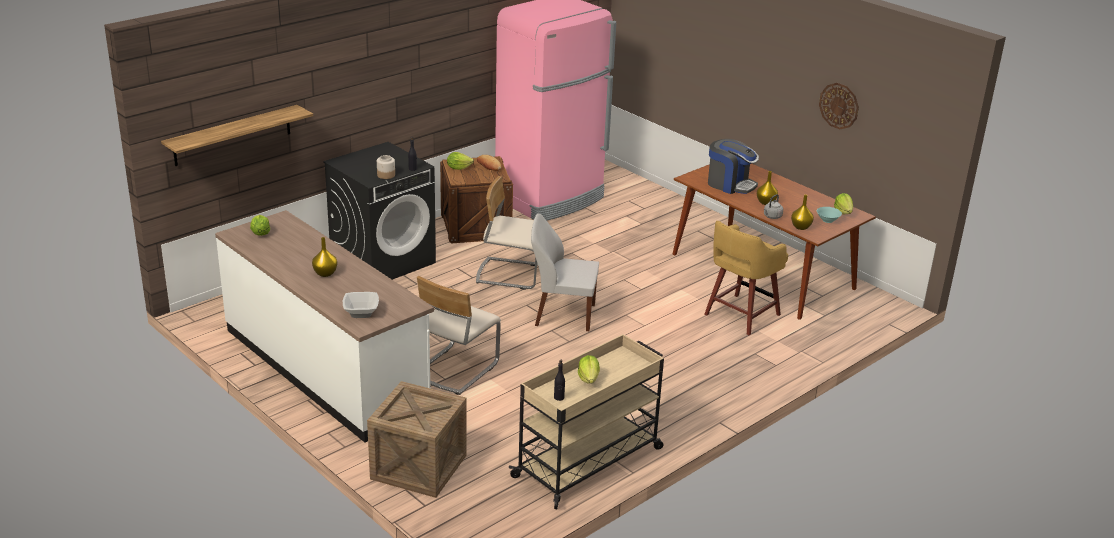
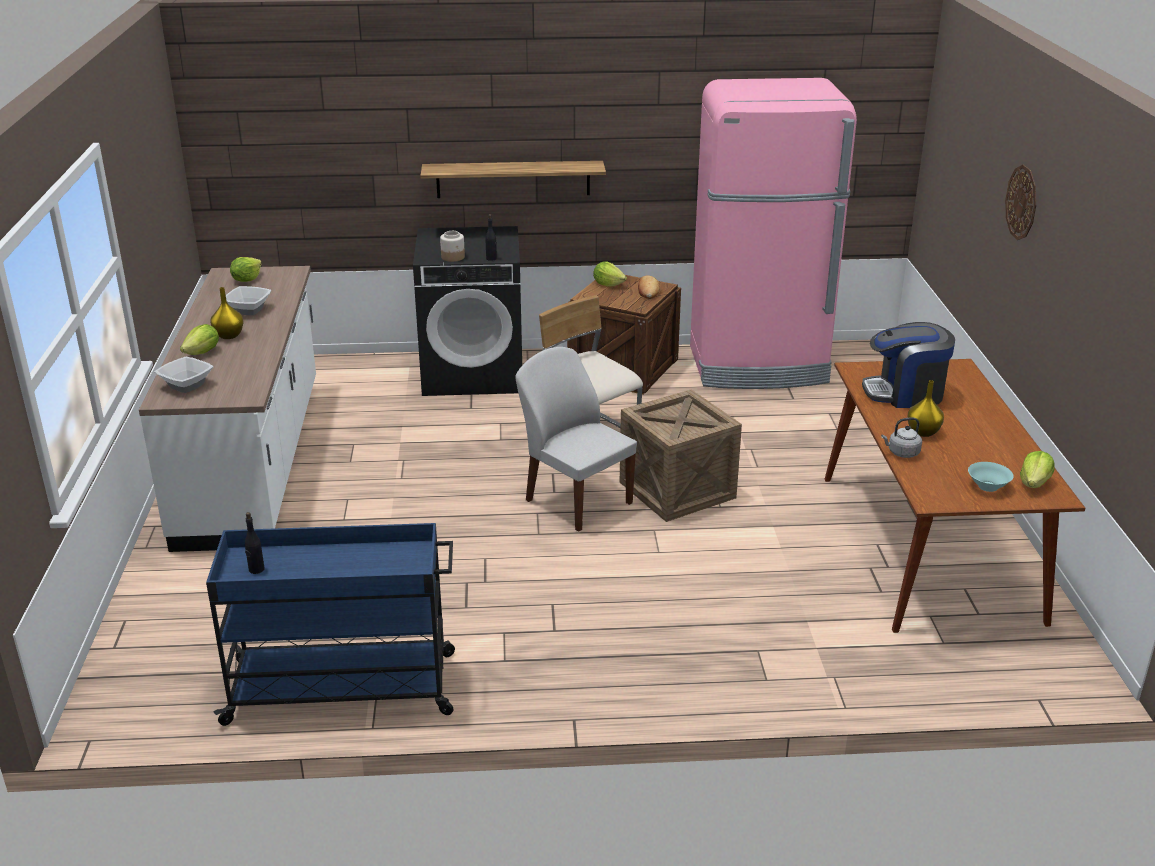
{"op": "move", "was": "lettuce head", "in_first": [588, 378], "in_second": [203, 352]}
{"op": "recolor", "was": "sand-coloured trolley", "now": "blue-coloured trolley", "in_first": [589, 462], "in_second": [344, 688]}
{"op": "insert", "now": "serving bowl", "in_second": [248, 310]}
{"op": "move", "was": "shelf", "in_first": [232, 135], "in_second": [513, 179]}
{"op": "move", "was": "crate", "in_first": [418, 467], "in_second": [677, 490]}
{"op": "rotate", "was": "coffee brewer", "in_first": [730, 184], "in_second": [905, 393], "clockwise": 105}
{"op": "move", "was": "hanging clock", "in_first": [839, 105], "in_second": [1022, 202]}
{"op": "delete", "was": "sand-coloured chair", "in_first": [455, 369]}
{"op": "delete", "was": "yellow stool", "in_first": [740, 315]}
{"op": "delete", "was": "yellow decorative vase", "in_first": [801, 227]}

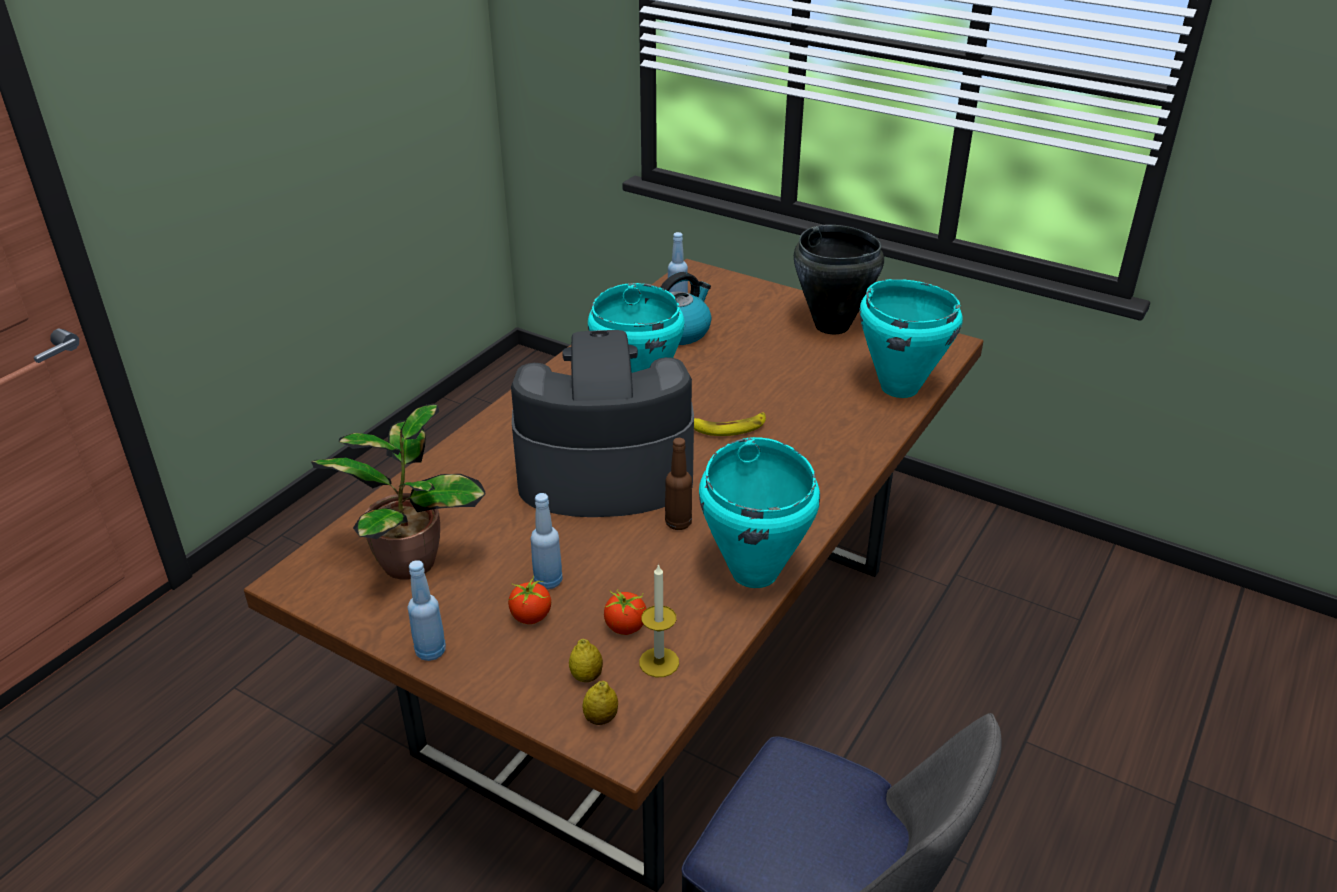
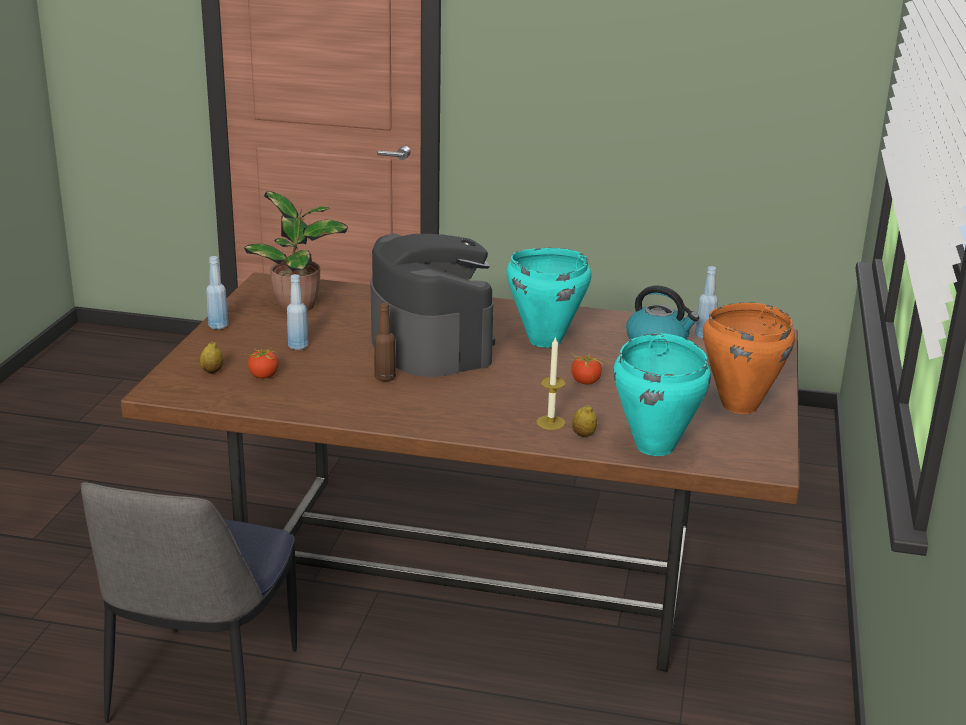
{"op": "move", "was": "wax candle", "in_first": [659, 662], "in_second": [550, 422]}
{"op": "move", "was": "tomato", "in_first": [531, 617], "in_second": [585, 382]}
{"op": "move", "was": "lemon", "in_first": [601, 718], "in_second": [583, 435]}
{"op": "recolor", "was": "black-coloured saucepot", "now": "orange-coloured saucepot", "in_first": [831, 326], "in_second": [738, 405]}
{"op": "delete", "was": "banana fruit", "in_first": [728, 427]}
{"op": "delete", "was": "blue-green saucepot", "in_first": [755, 572]}

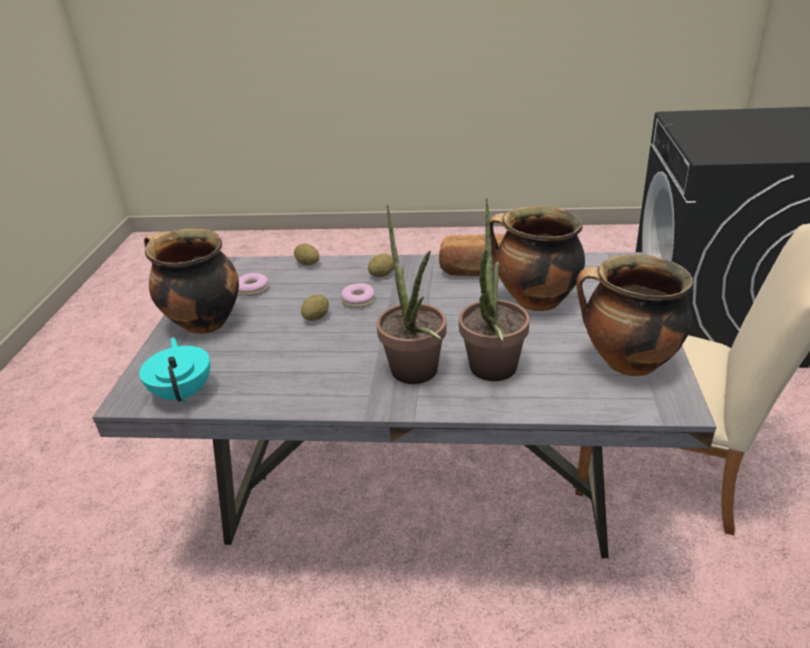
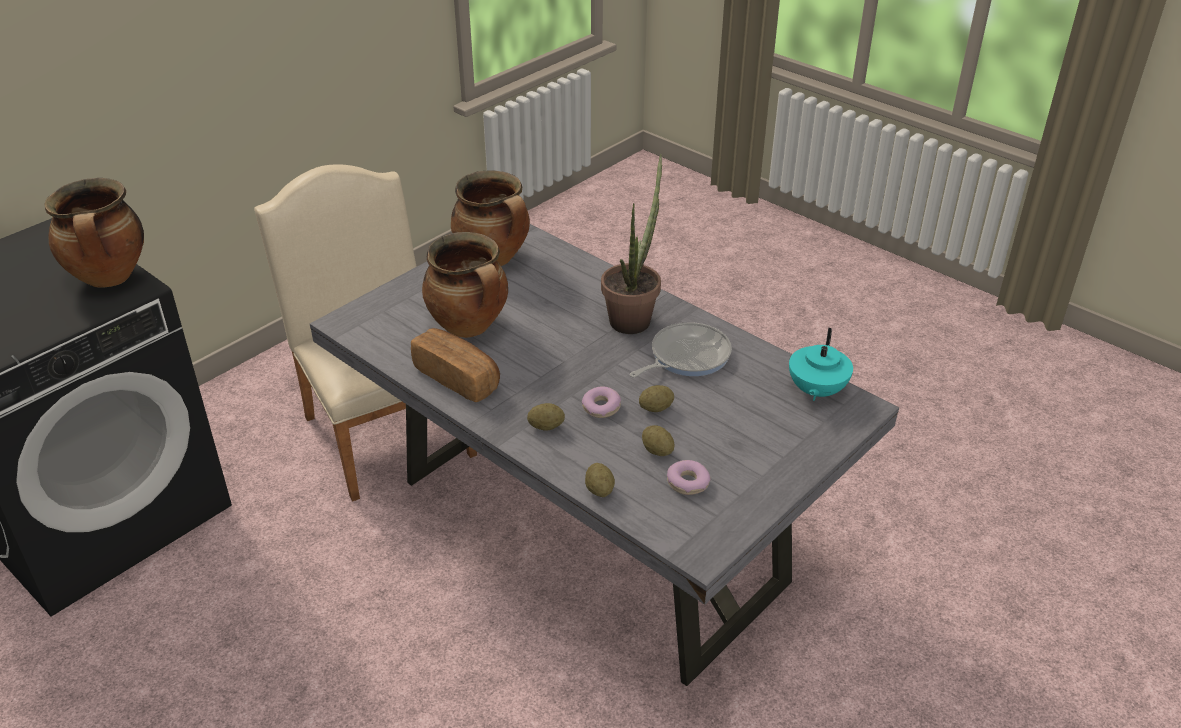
{"op": "move", "was": "saucepot", "in_first": [202, 323], "in_second": [110, 278]}
{"op": "insert", "now": "frying pan", "in_second": [686, 356]}
{"op": "insert", "now": "spud", "in_second": [657, 451]}
{"op": "delete", "was": "plant in a pot", "in_first": [492, 374]}

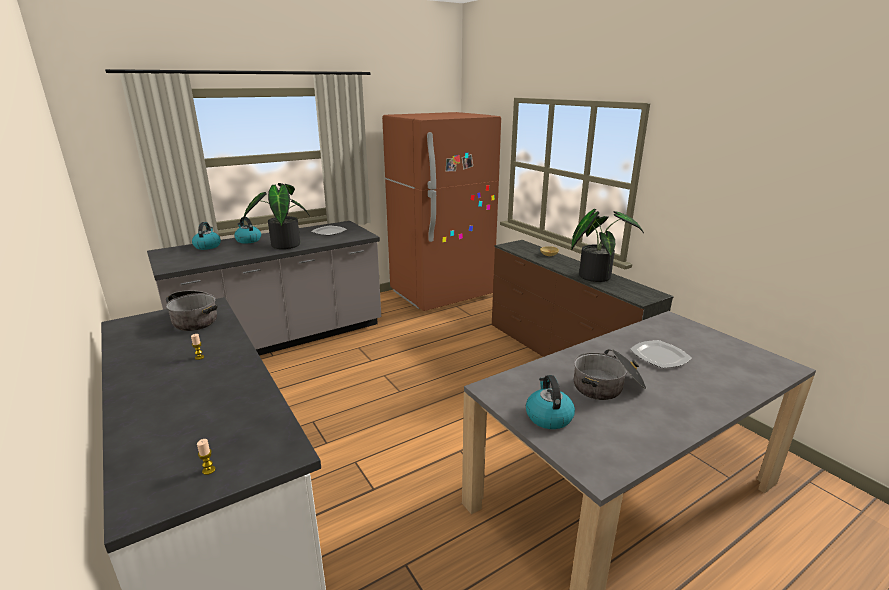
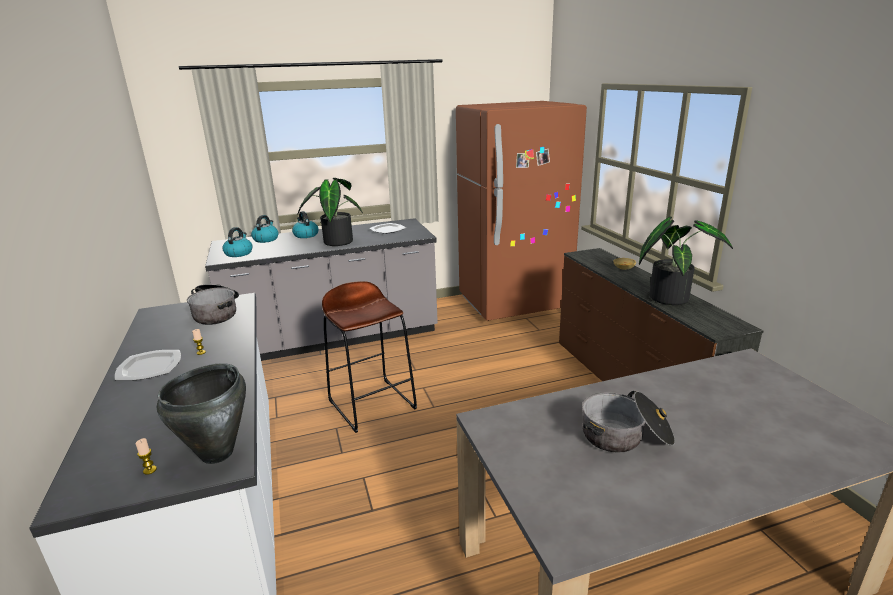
{"op": "move", "was": "plate", "in_first": [659, 355], "in_second": [150, 367]}
{"op": "insert", "now": "black-coloured saucepot", "in_second": [218, 453]}
{"op": "move", "was": "tea kettle", "in_first": [548, 416], "in_second": [239, 253]}
{"op": "insert", "now": "brown stool", "in_second": [372, 404]}

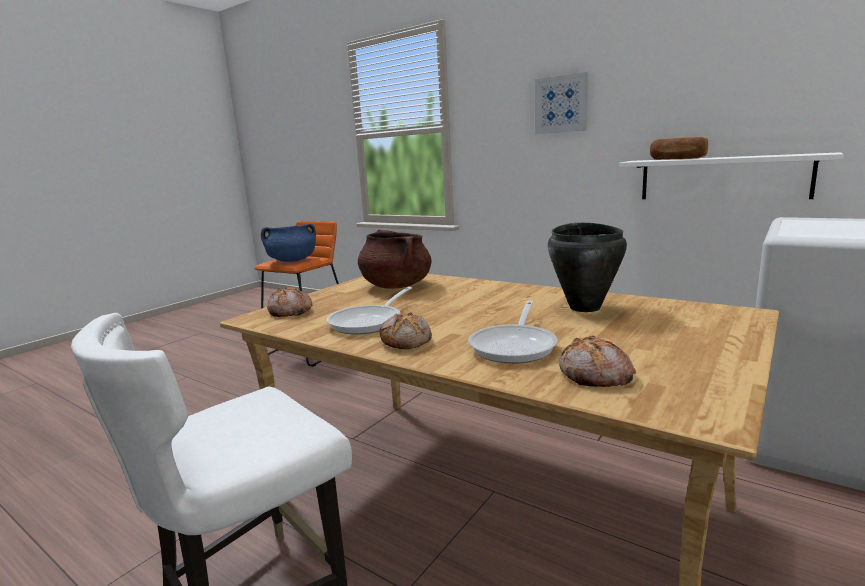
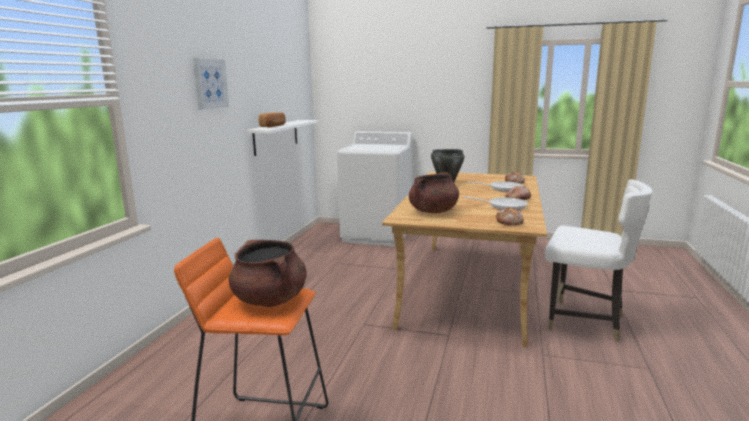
{"op": "recolor", "was": "blue-coloured saucepot", "now": "brown saucepot", "in_first": [292, 260], "in_second": [270, 300]}

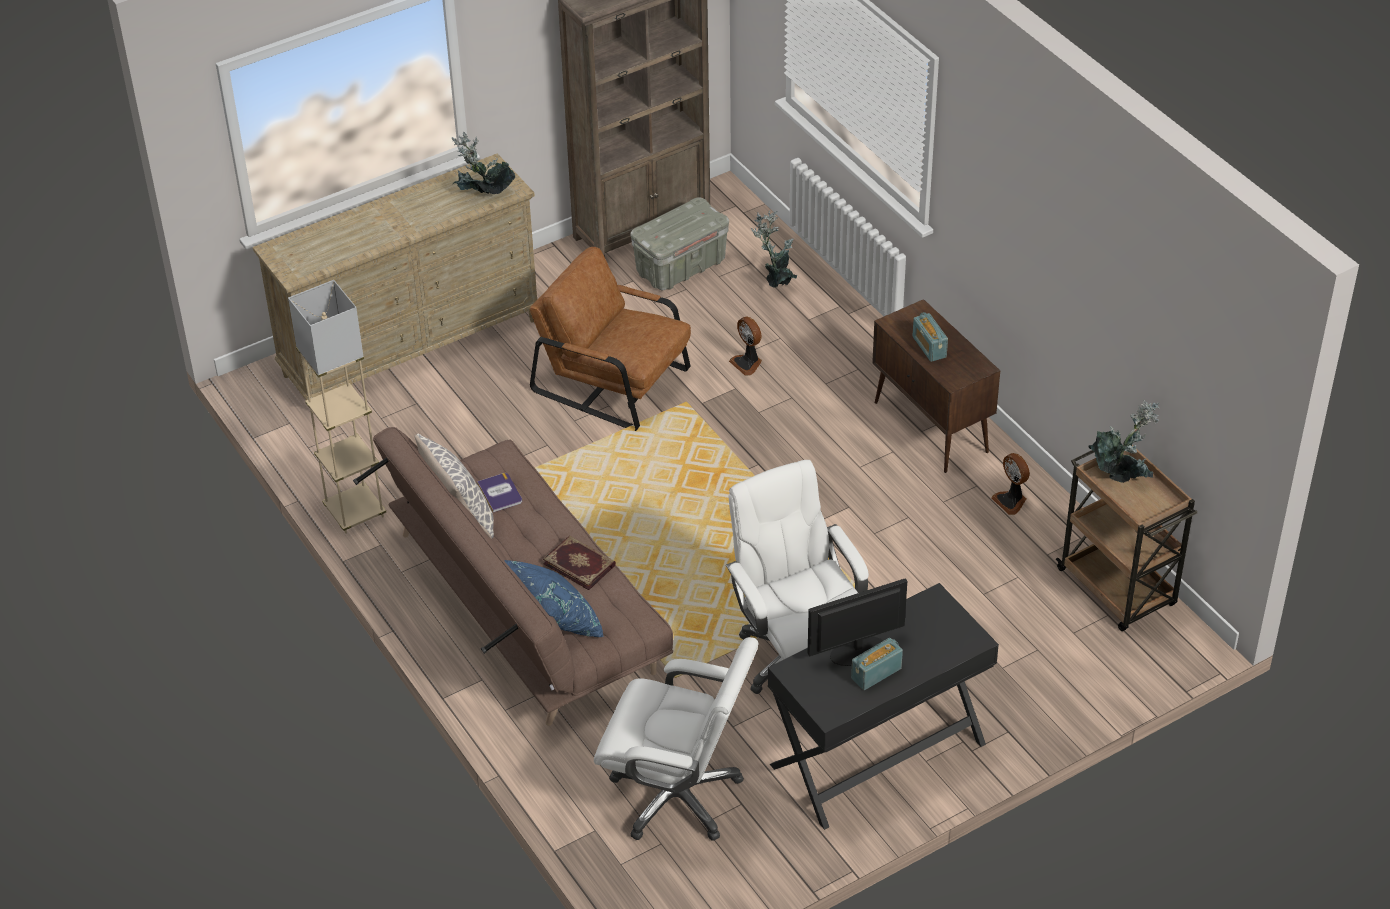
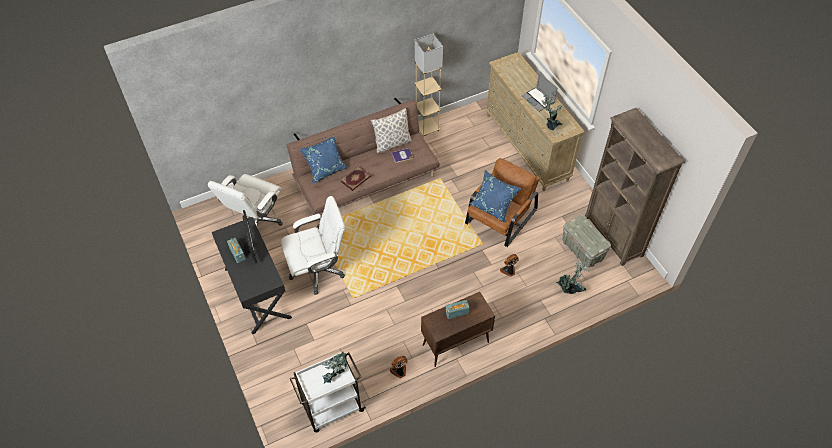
{"op": "recolor", "was": "brown trolley", "now": "whitish trolley", "in_first": [1118, 589], "in_second": [332, 408]}
{"op": "insert", "now": "blue-coloured pillow", "in_second": [493, 207]}
{"op": "insert", "now": "notebook computer", "in_second": [538, 100]}

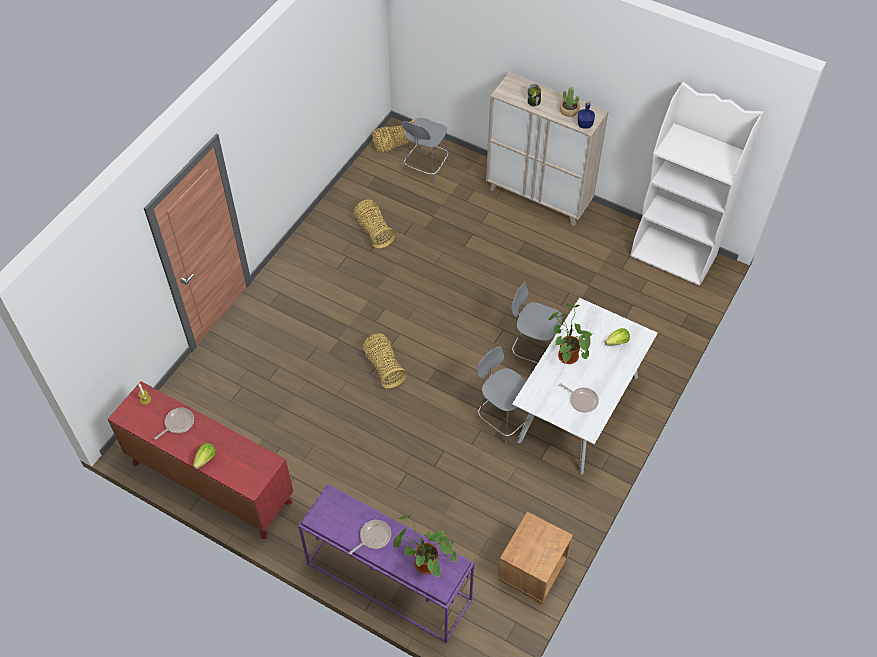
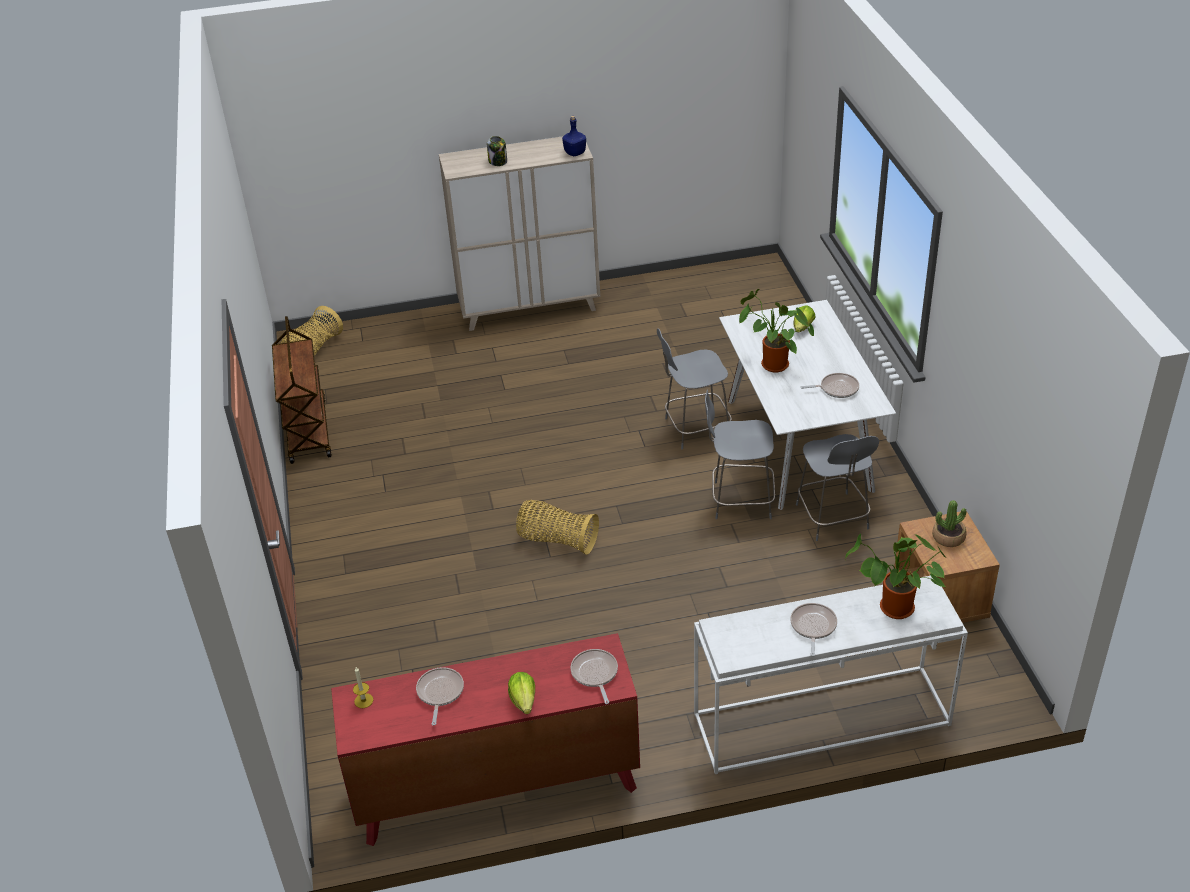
{"op": "insert", "now": "brown trolley", "in_second": [307, 430]}
{"op": "insert", "now": "frying pan", "in_second": [595, 674]}
{"op": "recolor", "was": "purple hall table", "now": "whitish hall table", "in_first": [387, 582], "in_second": [820, 721]}
{"op": "move", "was": "gray chair", "in_first": [425, 168], "in_second": [833, 518]}
{"op": "move", "was": "plant in a pot", "in_first": [569, 110], "in_second": [948, 537]}
{"op": "delete", "was": "household basket", "in_first": [374, 230]}
{"op": "delete", "was": "whitish bookshelf", "in_first": [674, 256]}

